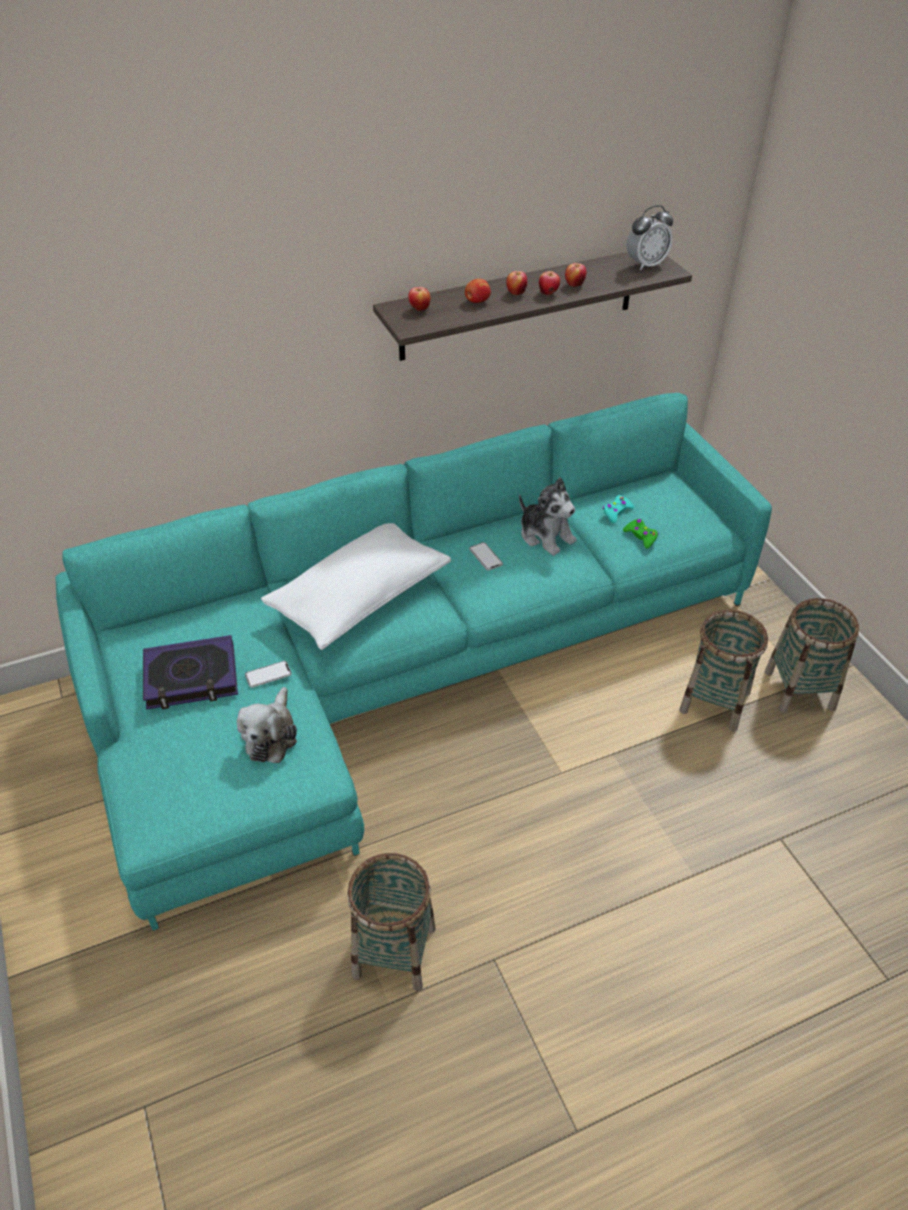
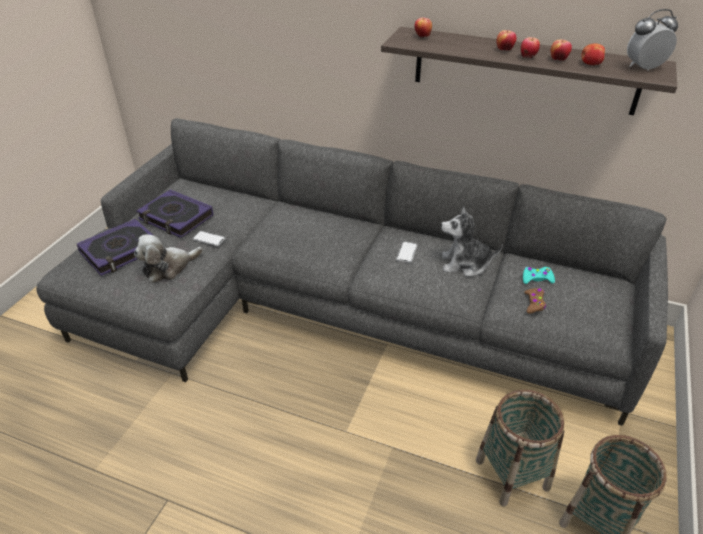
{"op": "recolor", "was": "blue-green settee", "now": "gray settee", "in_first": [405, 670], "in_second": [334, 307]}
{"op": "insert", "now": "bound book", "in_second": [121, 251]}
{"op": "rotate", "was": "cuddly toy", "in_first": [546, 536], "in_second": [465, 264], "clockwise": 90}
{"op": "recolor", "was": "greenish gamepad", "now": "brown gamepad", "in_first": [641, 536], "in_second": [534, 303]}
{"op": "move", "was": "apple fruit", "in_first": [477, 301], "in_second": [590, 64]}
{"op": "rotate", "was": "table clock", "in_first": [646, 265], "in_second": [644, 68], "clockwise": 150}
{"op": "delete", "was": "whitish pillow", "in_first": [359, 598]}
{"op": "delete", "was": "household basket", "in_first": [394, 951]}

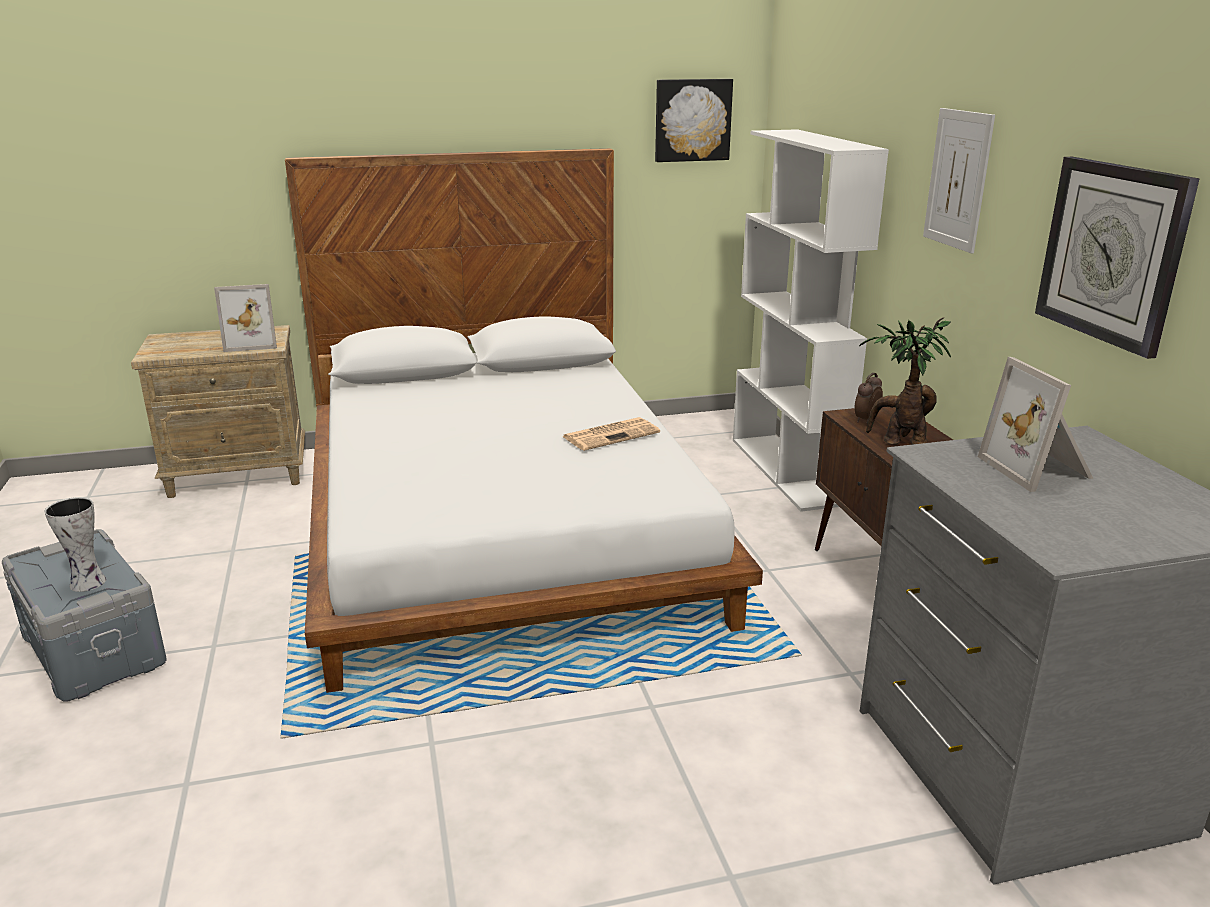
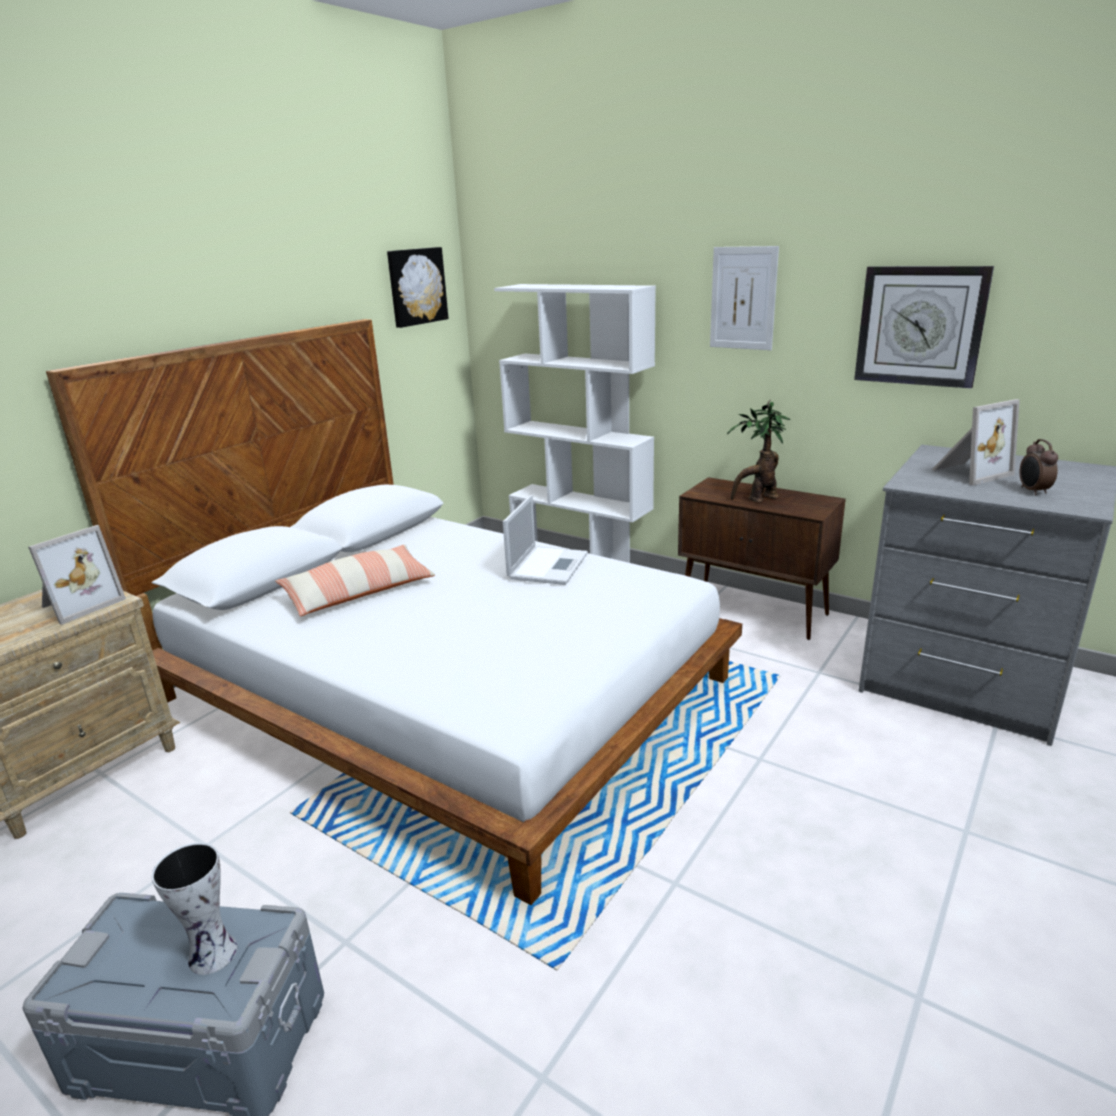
{"op": "insert", "now": "pillow", "in_second": [359, 593]}
{"op": "replace", "was": "printed paper", "now": "notebook computer", "in_first": [611, 434], "in_second": [548, 565]}
{"op": "rotate", "was": "standing frame", "in_first": [1039, 469], "in_second": [968, 472], "clockwise": -60}
{"op": "move", "was": "table clock", "in_first": [865, 420], "in_second": [1032, 491]}

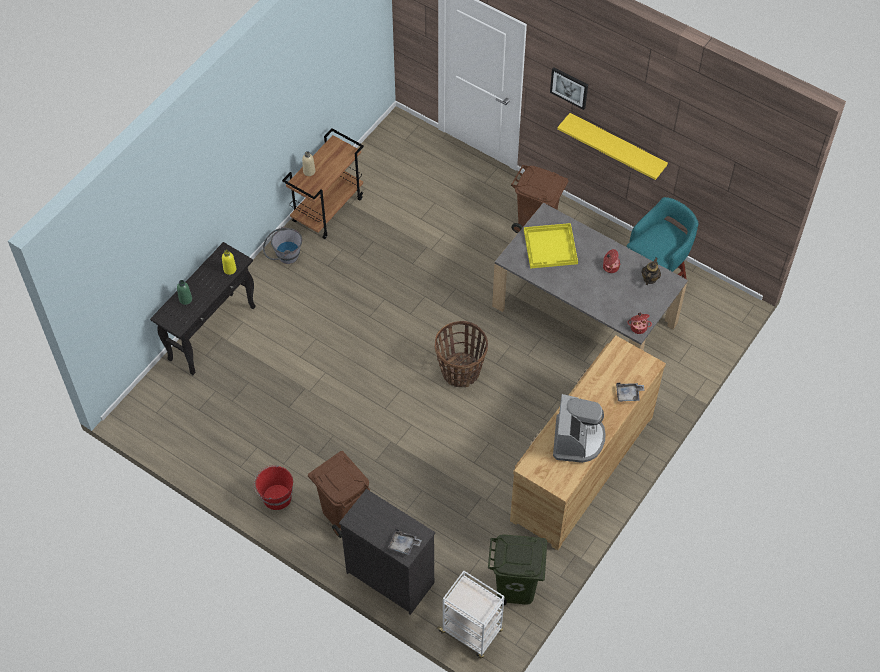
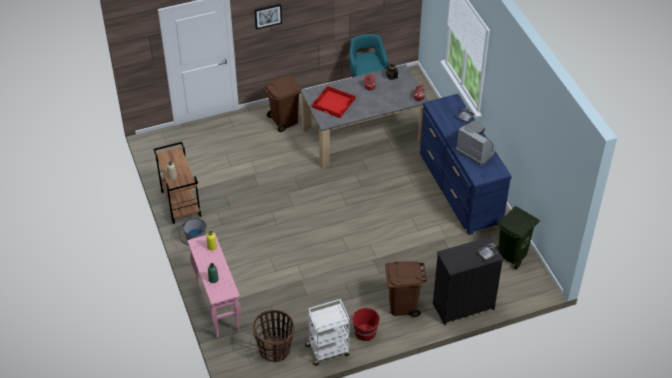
{"op": "recolor", "was": "black-coloured hall table", "now": "pinkish hall table", "in_first": [212, 332], "in_second": [217, 305]}
{"op": "move", "was": "household basket", "in_first": [460, 371], "in_second": [274, 350]}
{"op": "move", "was": "whitish trolley", "in_first": [471, 631], "in_second": [328, 350]}
{"op": "recolor", "was": "yellow serving tray", "now": "reddish serving tray", "in_first": [551, 247], "in_second": [334, 102]}
{"op": "recolor", "was": "brown chest of drawers", "now": "blue-coloured chest of drawers", "in_first": [581, 467], "in_second": [459, 188]}
{"op": "delete", "was": "yellow shelf", "in_first": [617, 145]}

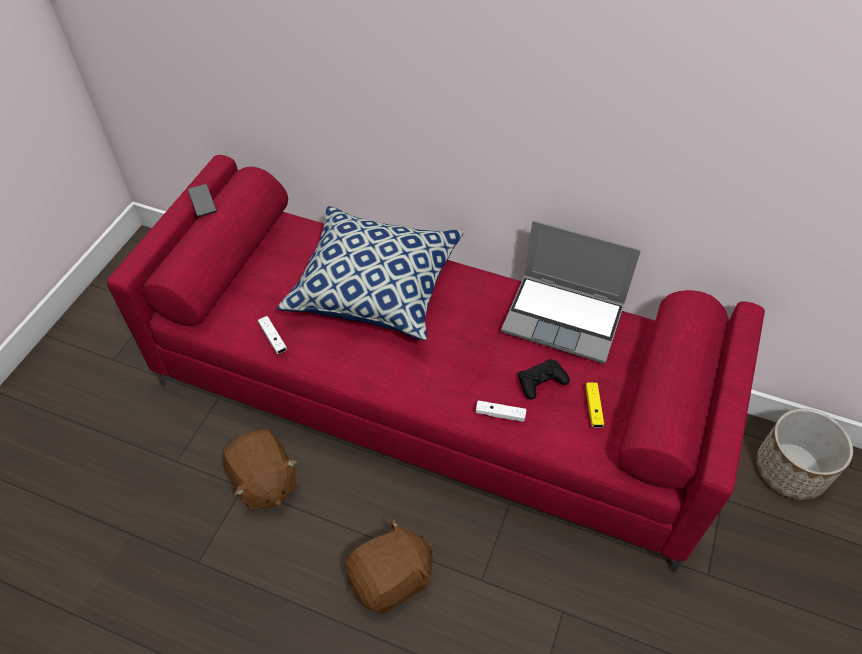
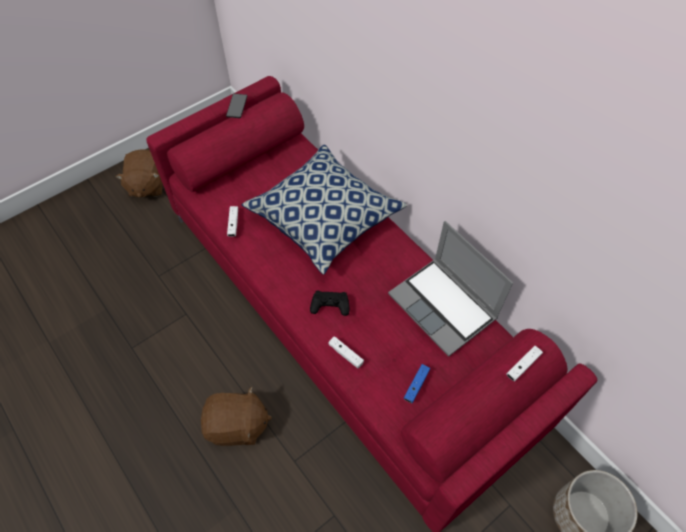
{"op": "move", "was": "brown cuddly toy", "in_first": [264, 482], "in_second": [147, 185]}
{"op": "move", "was": "black-coloured gamepad", "in_first": [541, 381], "in_second": [330, 305]}
{"op": "recolor", "was": "yellow gamepad", "now": "blue-coloured gamepad", "in_first": [593, 408], "in_second": [416, 385]}
{"op": "insert", "now": "whitish gamepad", "in_second": [523, 365]}

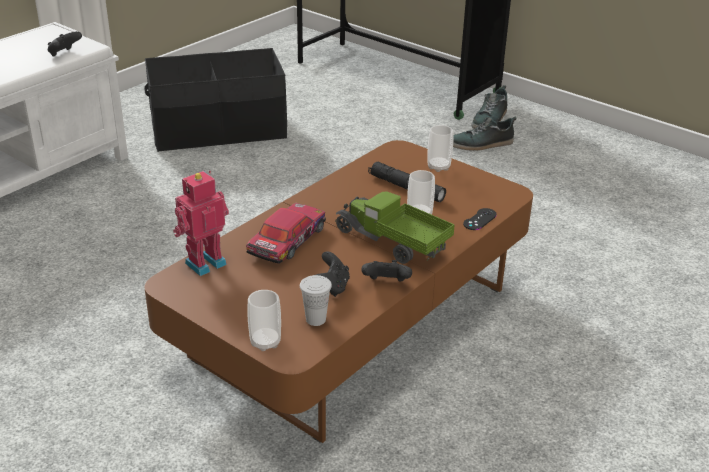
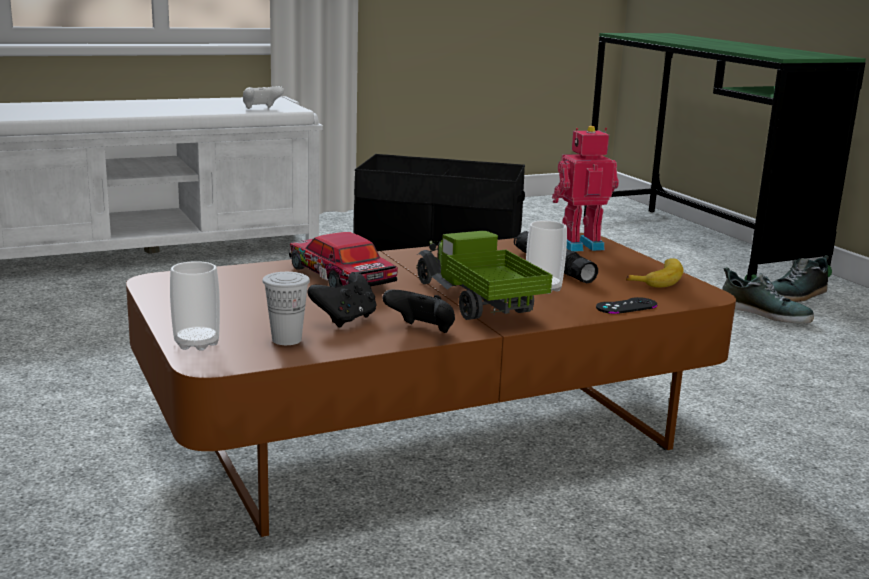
{"op": "recolor", "was": "black-coloured gamepad", "now": "whitish gamepad", "in_first": [64, 54], "in_second": [261, 109]}
{"op": "rotate", "was": "model car", "in_first": [286, 242], "in_second": [341, 277], "clockwise": -90}
{"op": "move", "was": "toy robot", "in_first": [204, 262], "in_second": [579, 245]}
{"op": "insert", "now": "banana fruit", "in_second": [658, 279]}
{"op": "rotate", "was": "shoe", "in_first": [481, 144], "in_second": [765, 312], "clockwise": -150}
{"op": "delete", "was": "drinking cup", "in_first": [438, 167]}

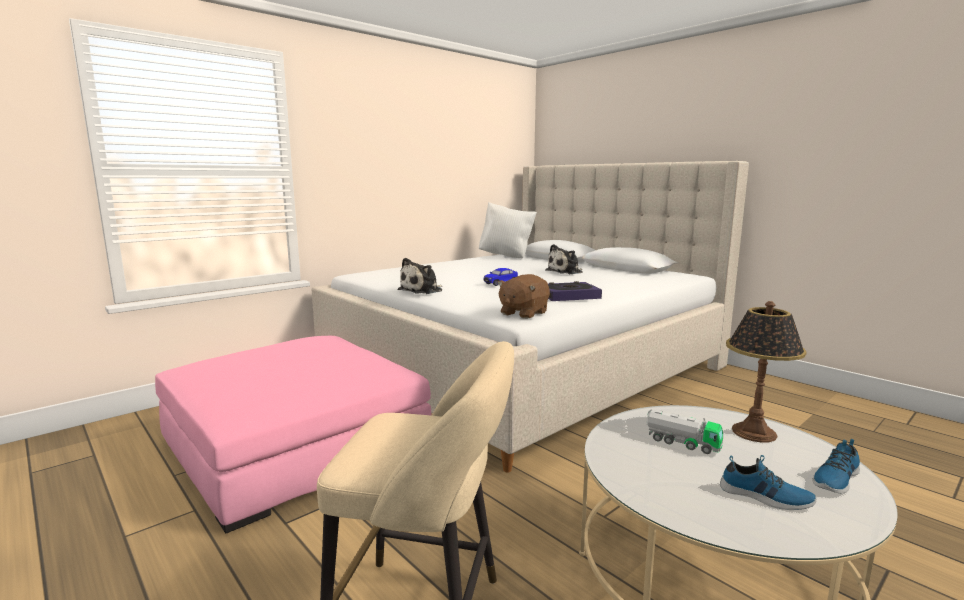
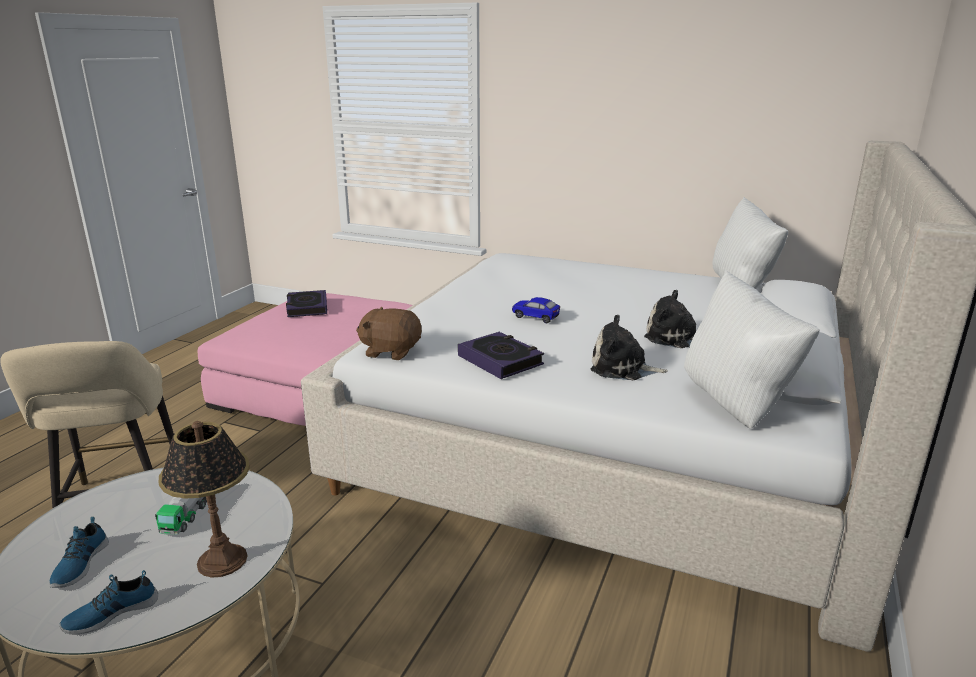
{"op": "rotate", "was": "shoe", "in_first": [834, 479], "in_second": [111, 613], "clockwise": -60}
{"op": "insert", "now": "bound book", "in_second": [307, 308]}
{"op": "move", "was": "cuddly toy", "in_first": [422, 290], "in_second": [622, 368]}
{"op": "insert", "now": "whitish pillow", "in_second": [736, 405]}

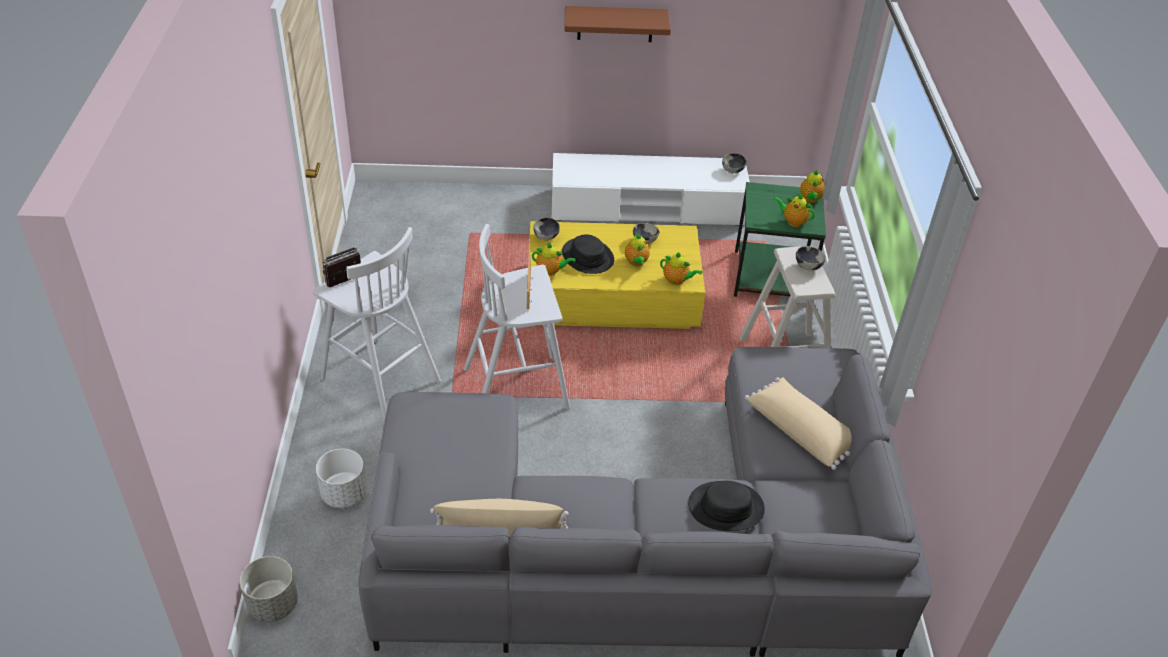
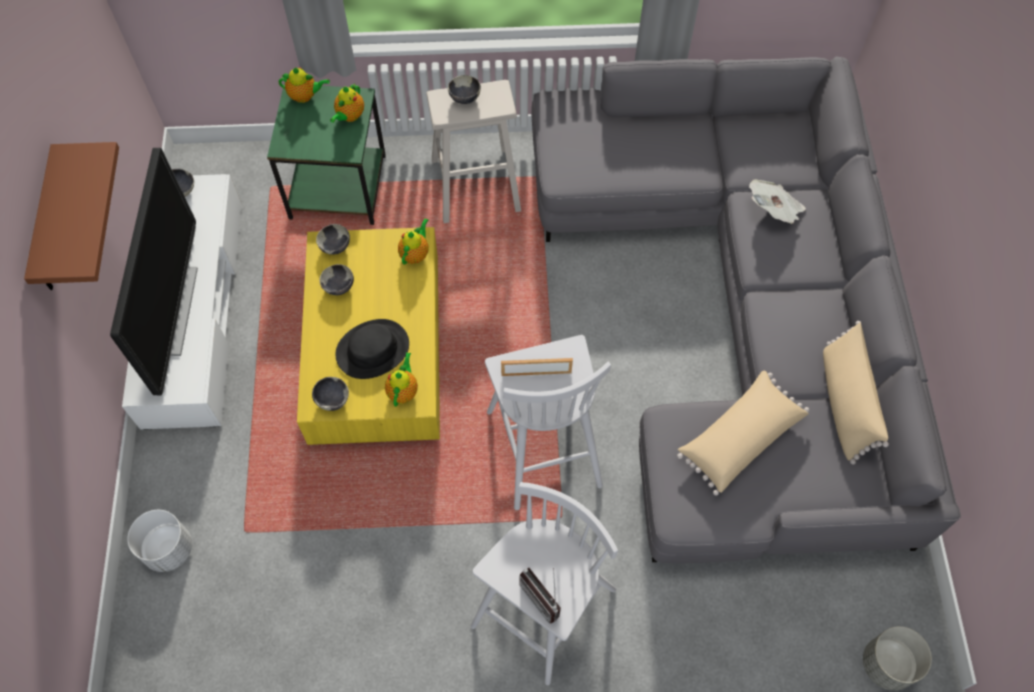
{"op": "insert", "now": "TV", "in_second": [173, 310]}
{"op": "move", "was": "whitish planter", "in_first": [344, 494], "in_second": [168, 549]}
{"op": "insert", "now": "serving bowl", "in_second": [335, 247]}
{"op": "move", "was": "sand-coloured pillow", "in_first": [803, 431], "in_second": [739, 437]}
{"op": "replace", "was": "black-coloured hat", "now": "printed paper", "in_first": [726, 507], "in_second": [774, 210]}
{"op": "delete", "was": "tea pot", "in_first": [636, 263]}

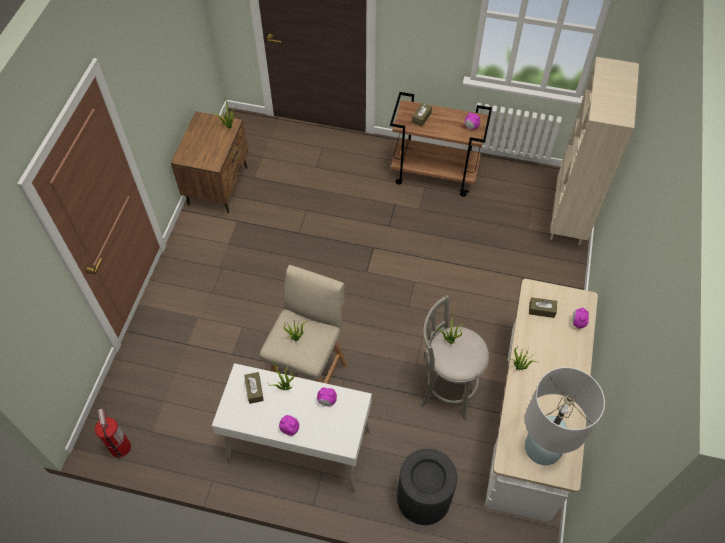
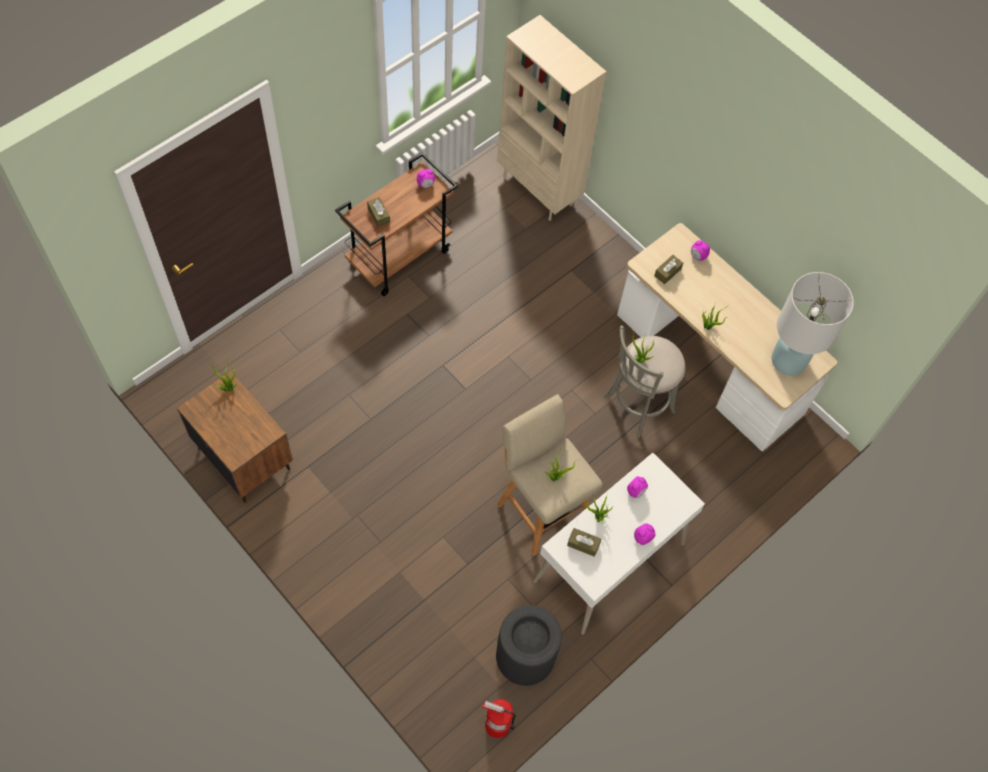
{"op": "move", "was": "black-coloured trash can", "in_first": [423, 498], "in_second": [525, 656]}

